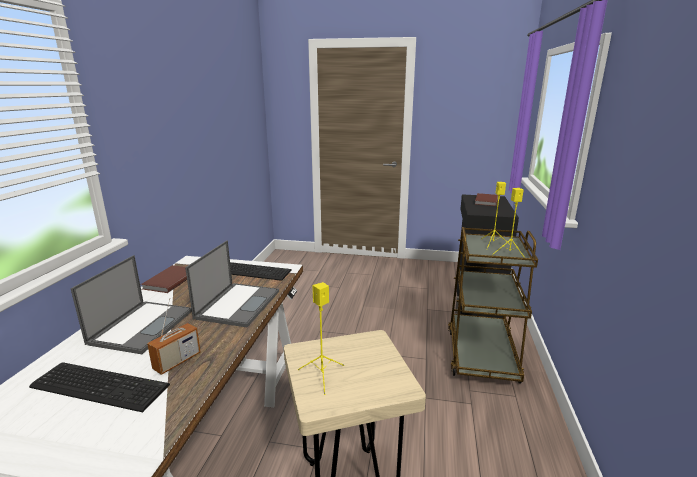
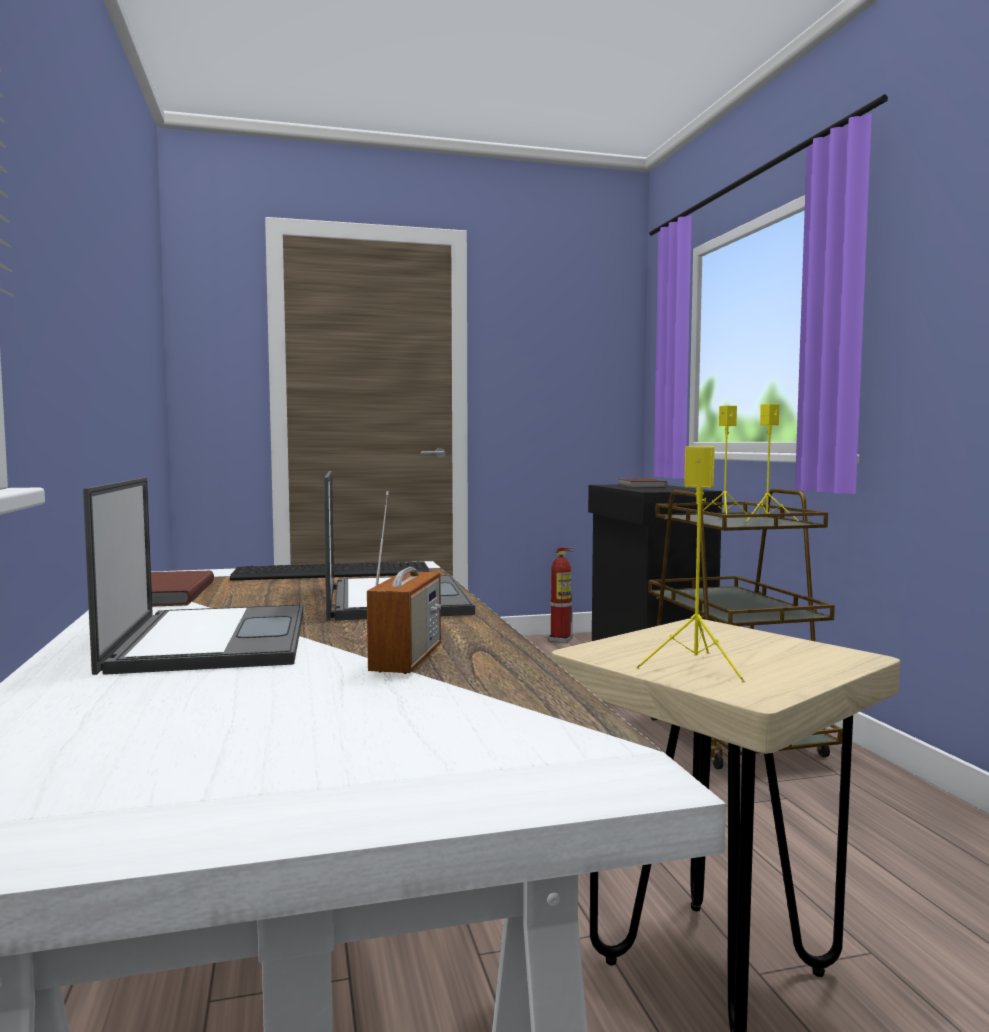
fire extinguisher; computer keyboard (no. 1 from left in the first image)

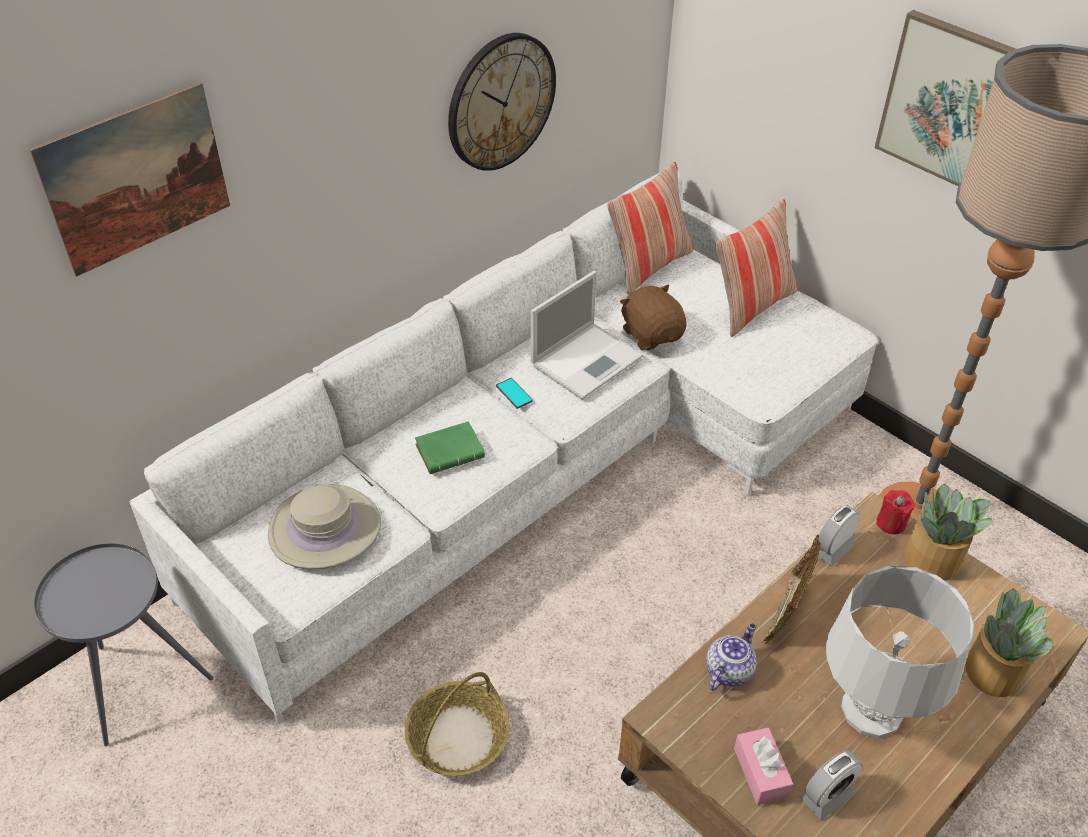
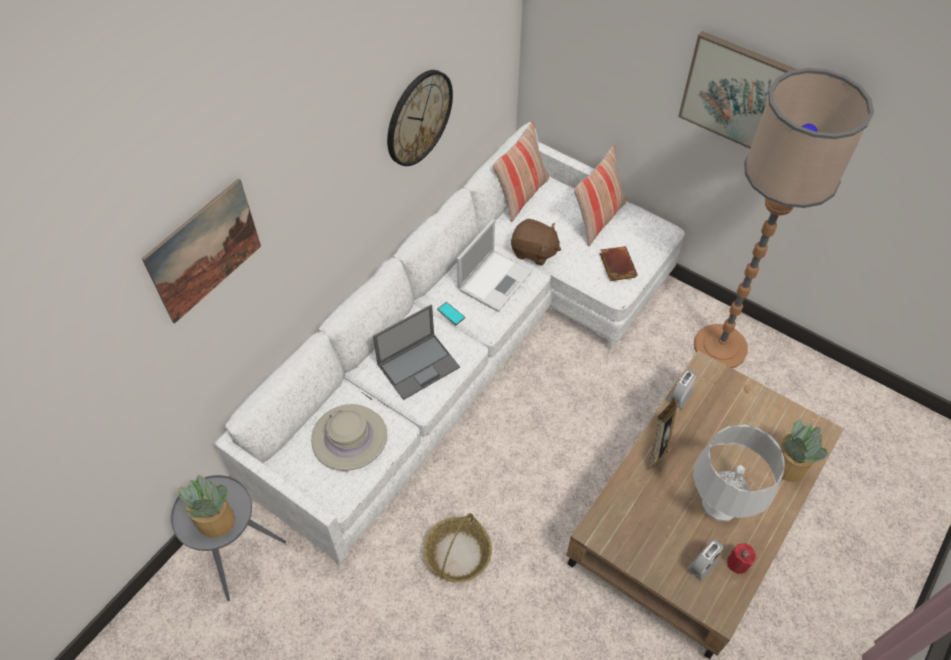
plant in a pot (no. 1 from left); portable computer (no. 1 from left); brown plush toy; brown bound book; red candle; pot for tea; pinkish tissue box

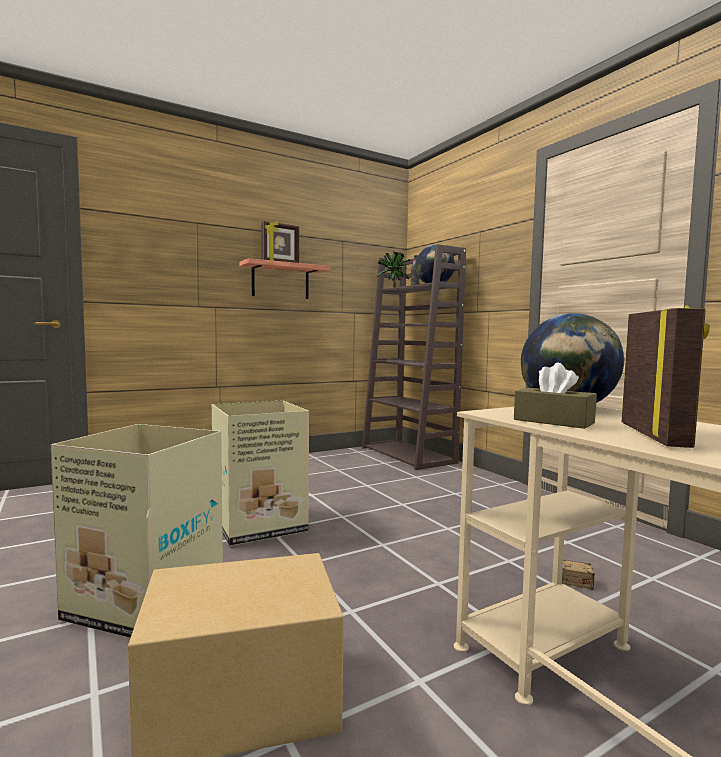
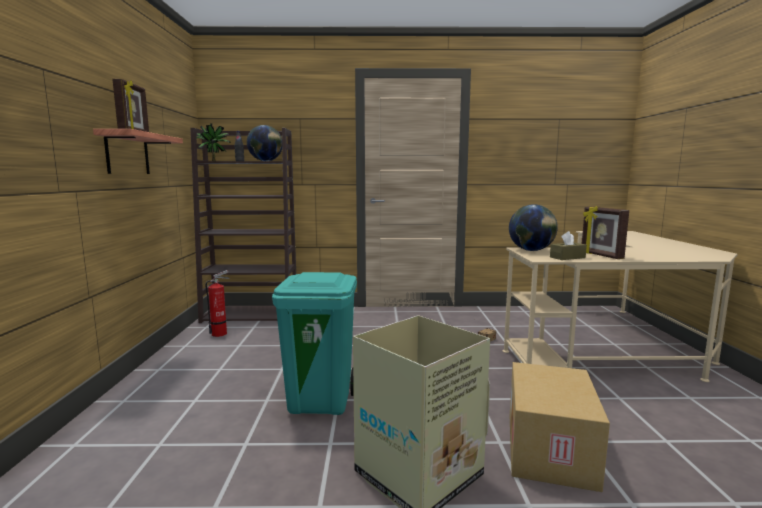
fire extinguisher; turquoise-coloured trash can; picture frame (no. 2 from left)

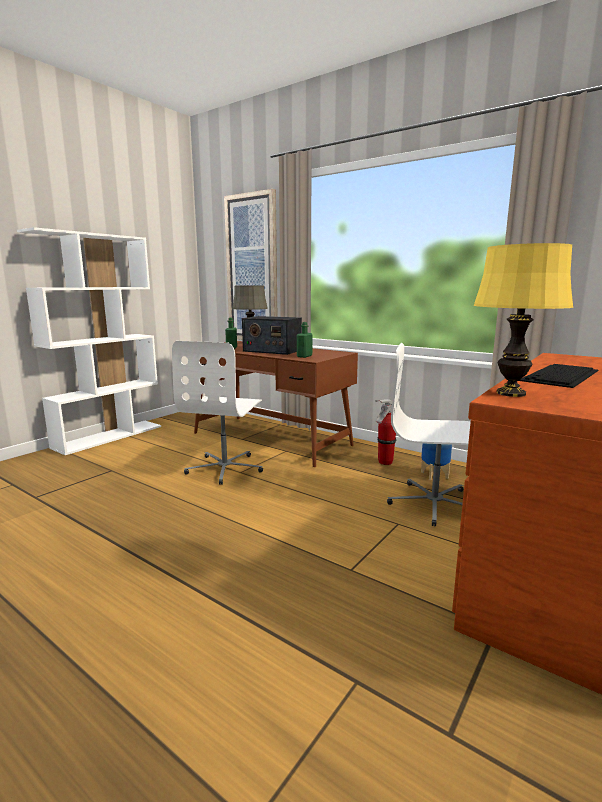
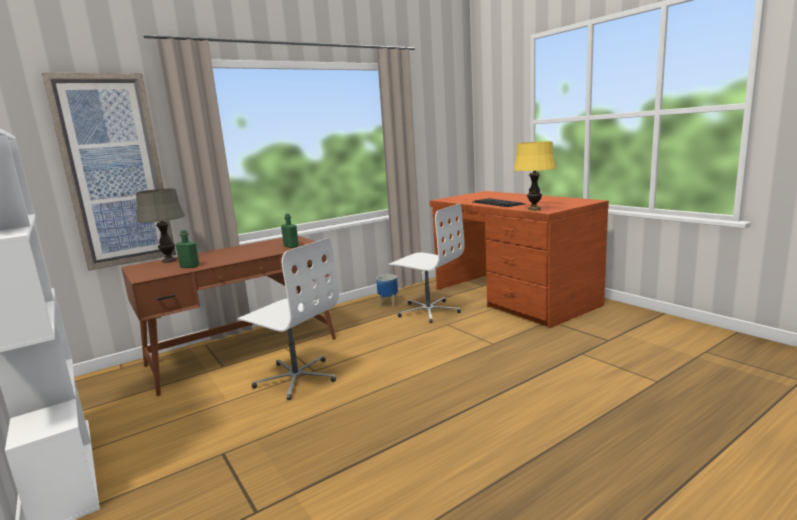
white-coloured office chair (no. 2 from left); radio receiver; fire extinguisher

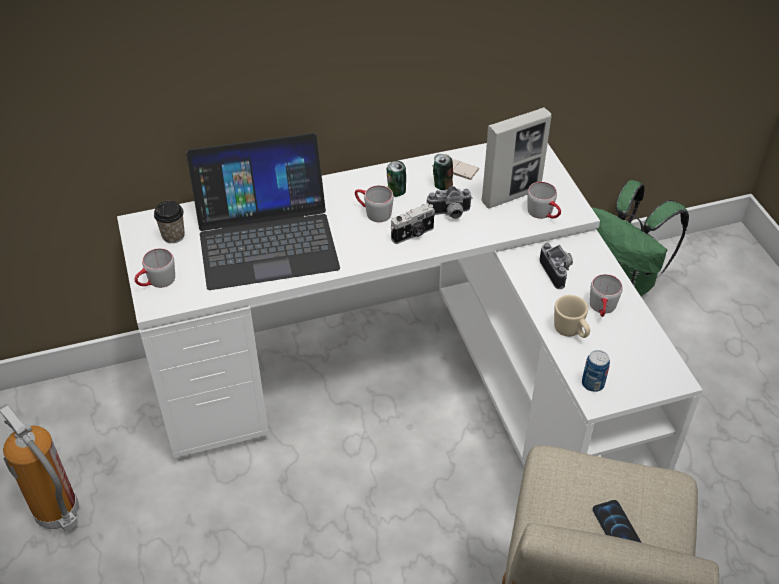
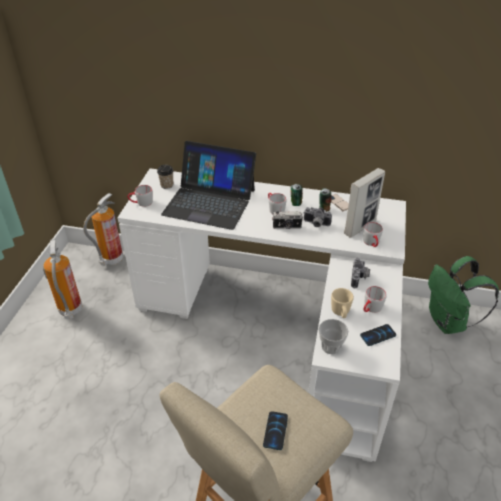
fire extinguisher (no. 2 from left); cup (no. 2 from left); picture frame; phone (no. 3 from left)

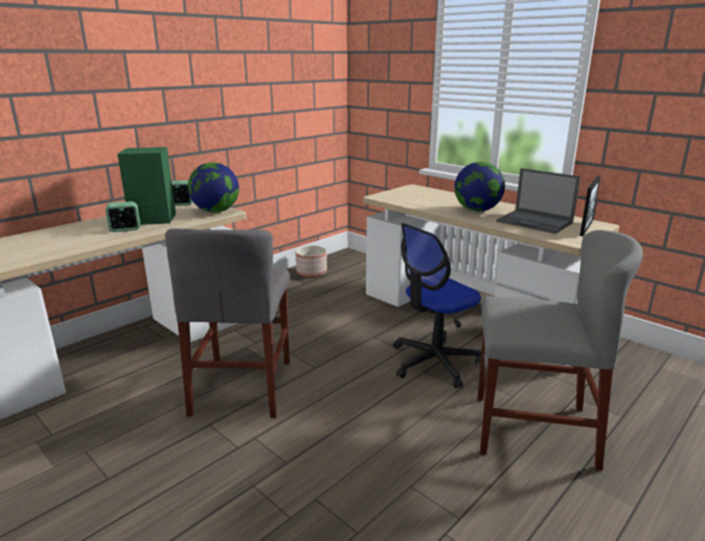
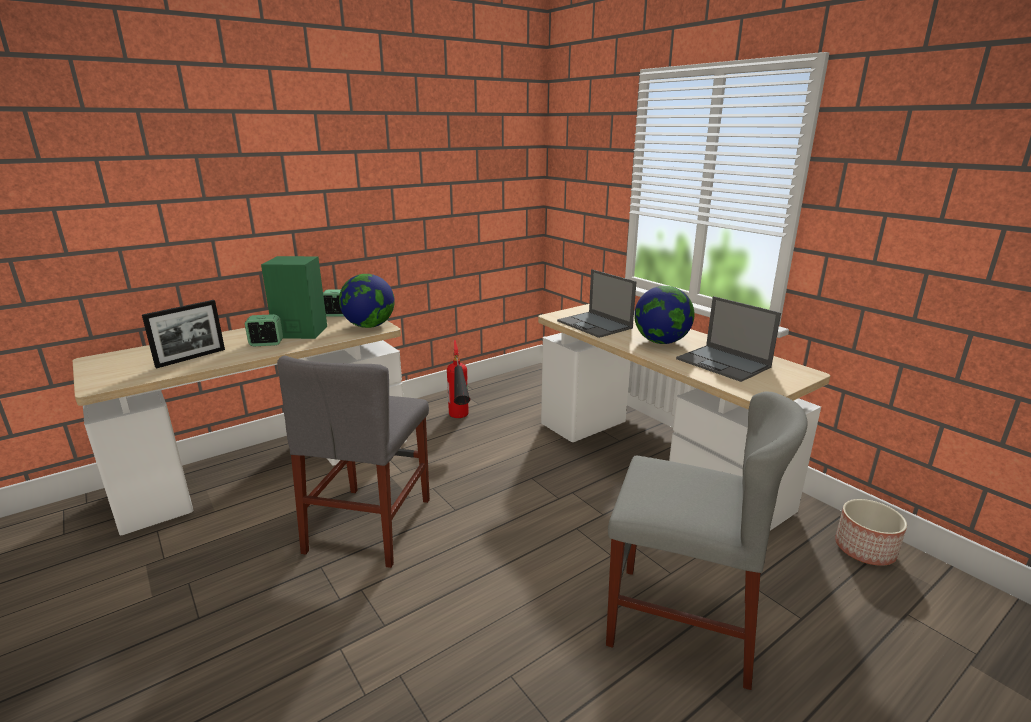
picture frame; fire extinguisher; portable computer (no. 1 from left); planter; office chair

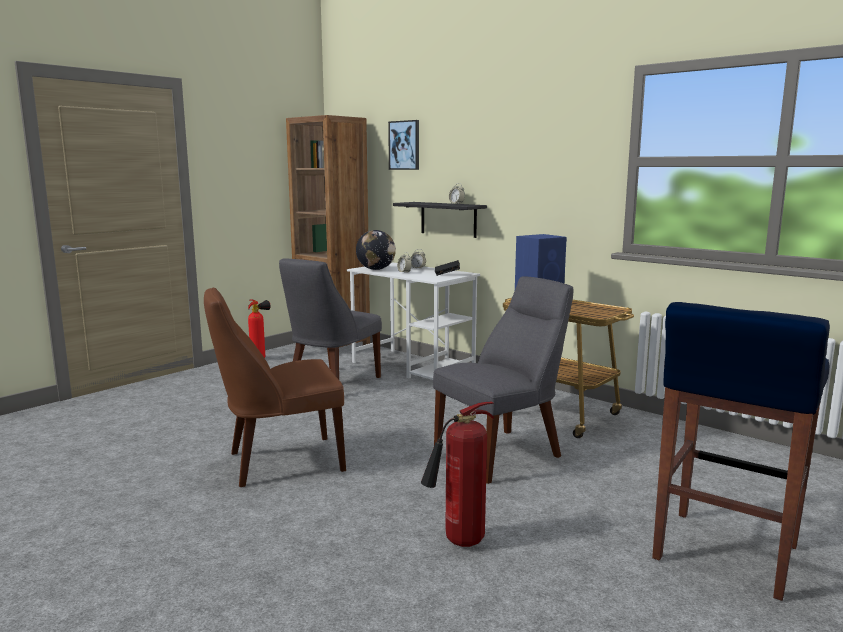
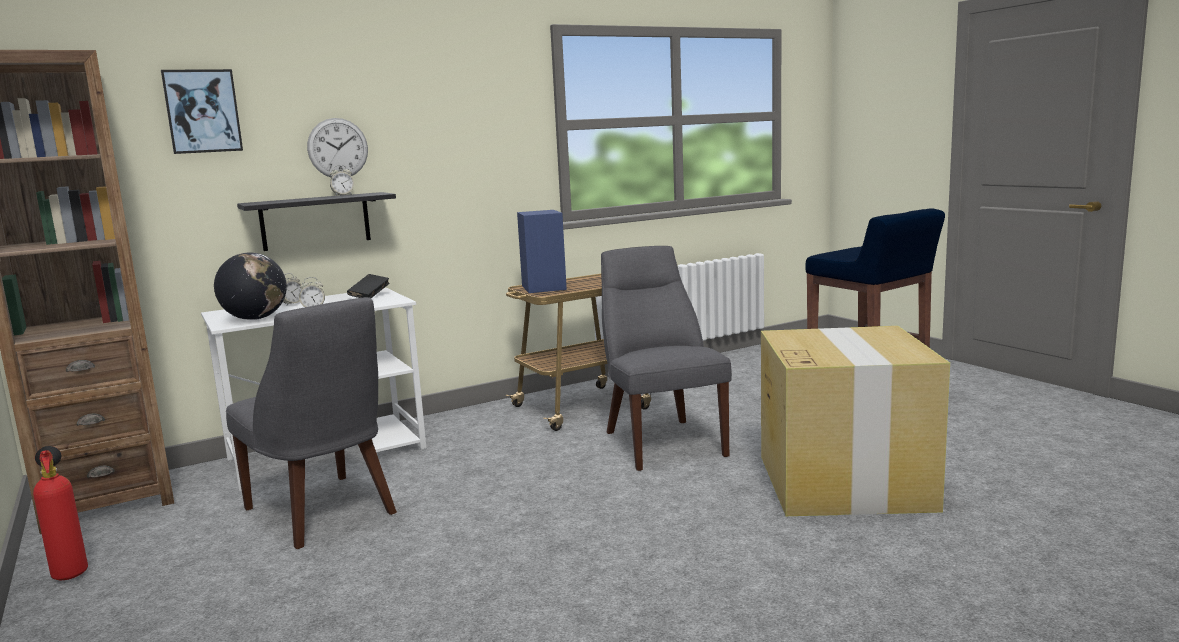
clock on the wall; carton; brown upright chair

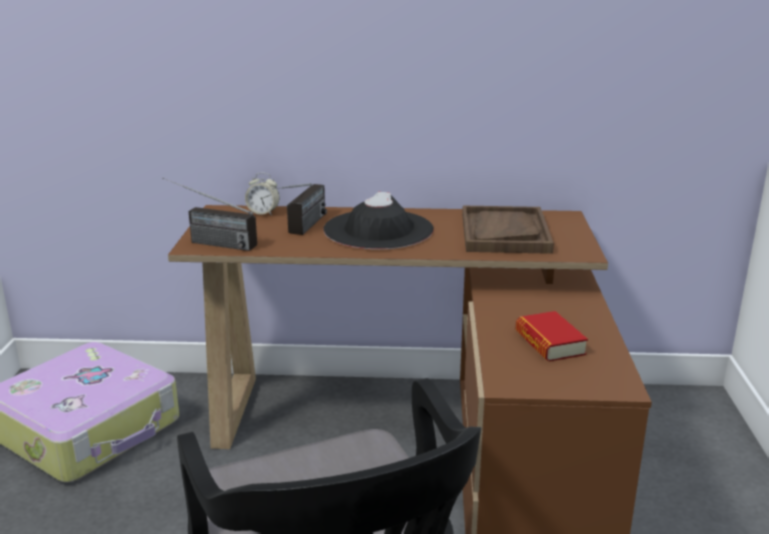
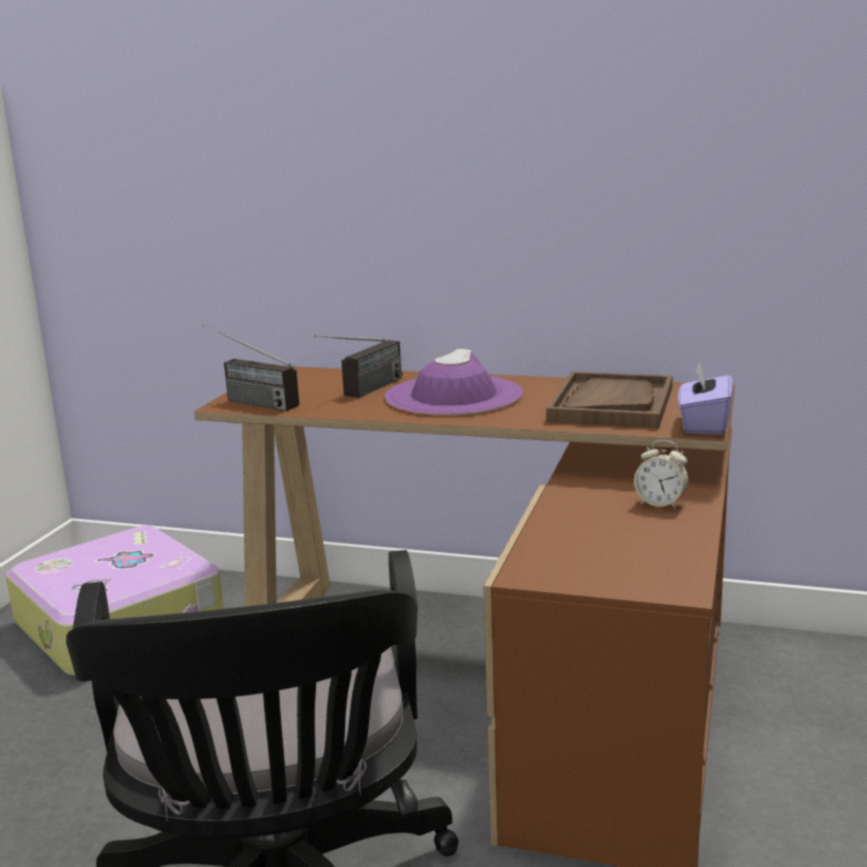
purple hat; table clock; purple tissue box; bound book

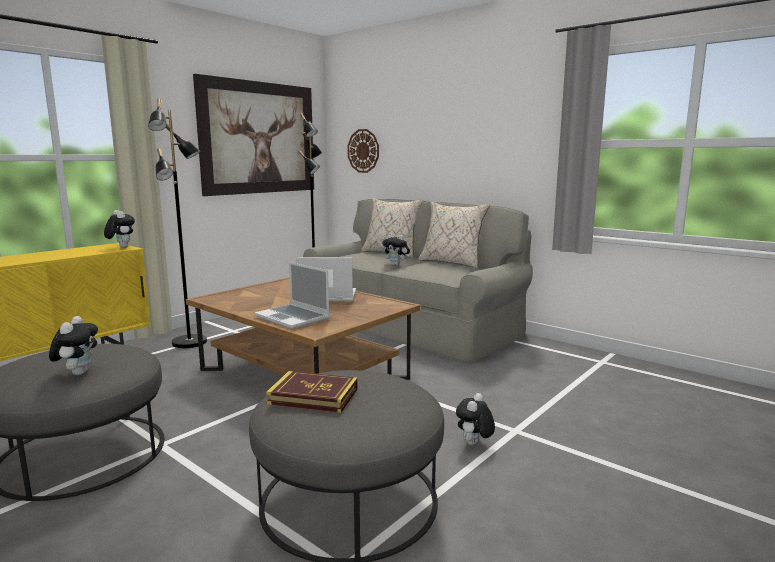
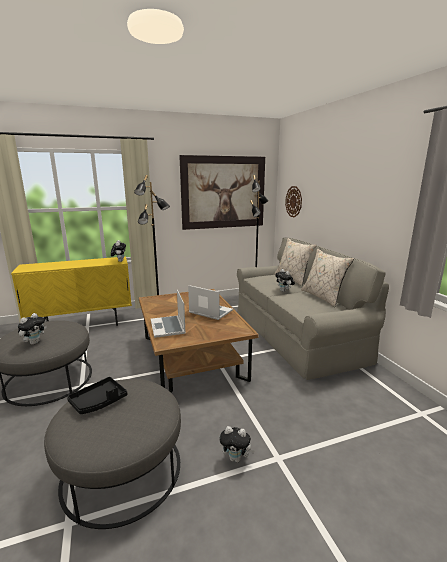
black tray; plush toy (no. 3 from left)

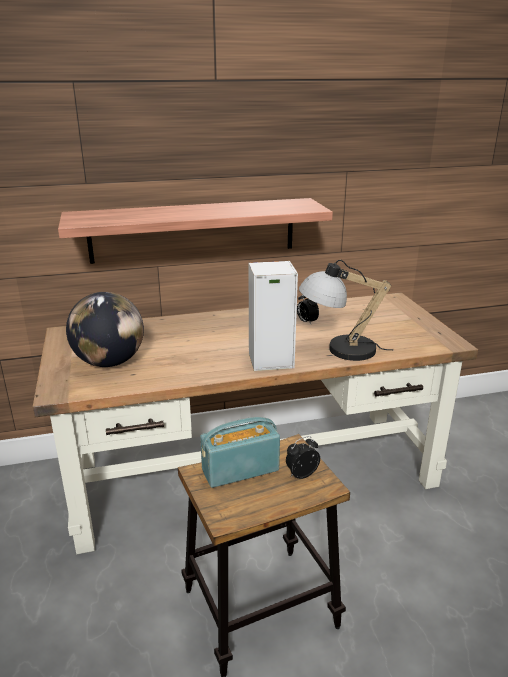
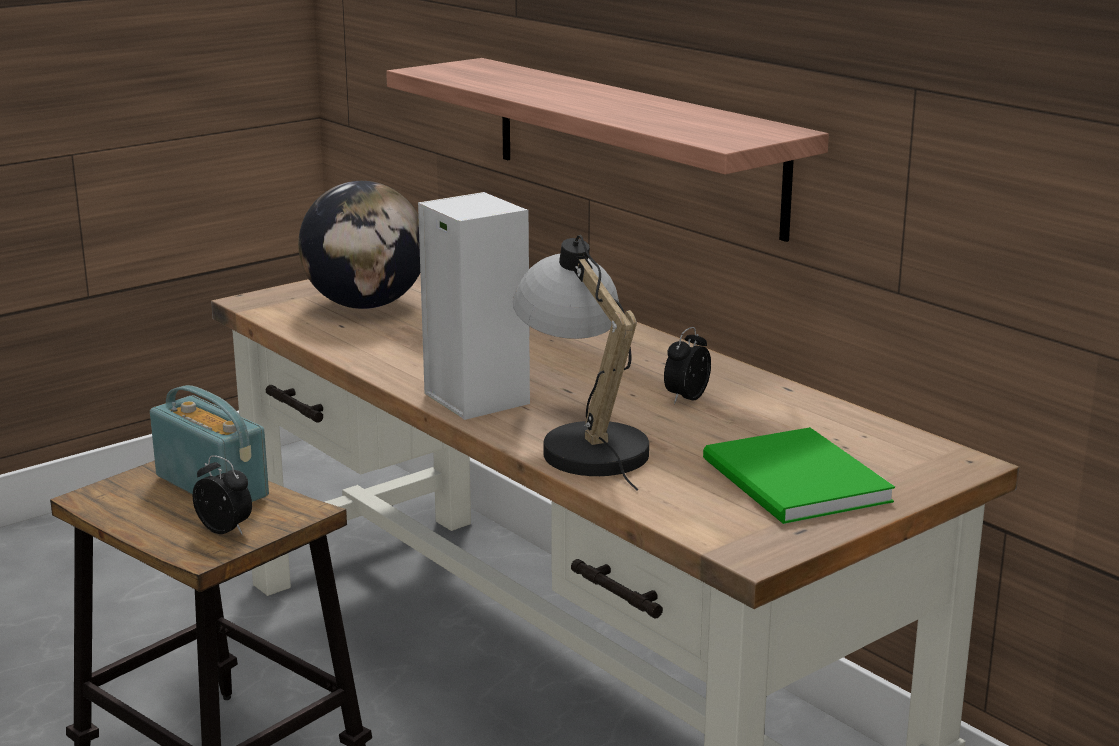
green-coloured bound book

